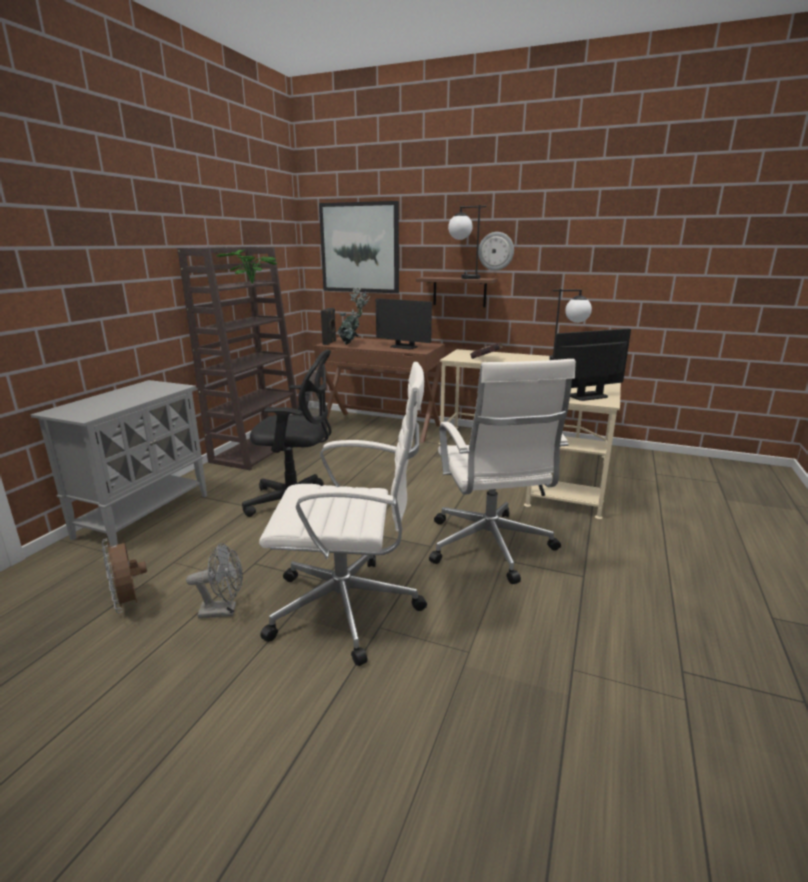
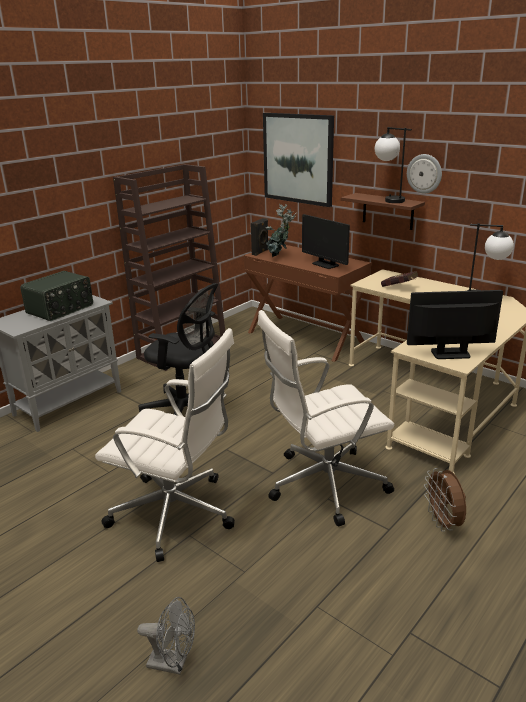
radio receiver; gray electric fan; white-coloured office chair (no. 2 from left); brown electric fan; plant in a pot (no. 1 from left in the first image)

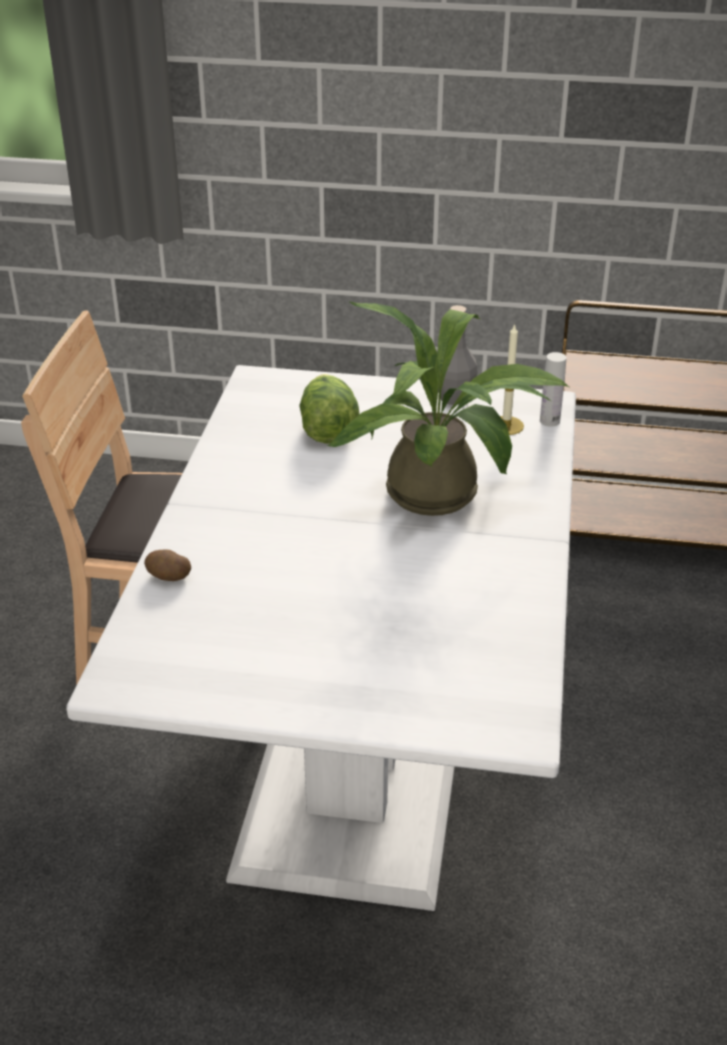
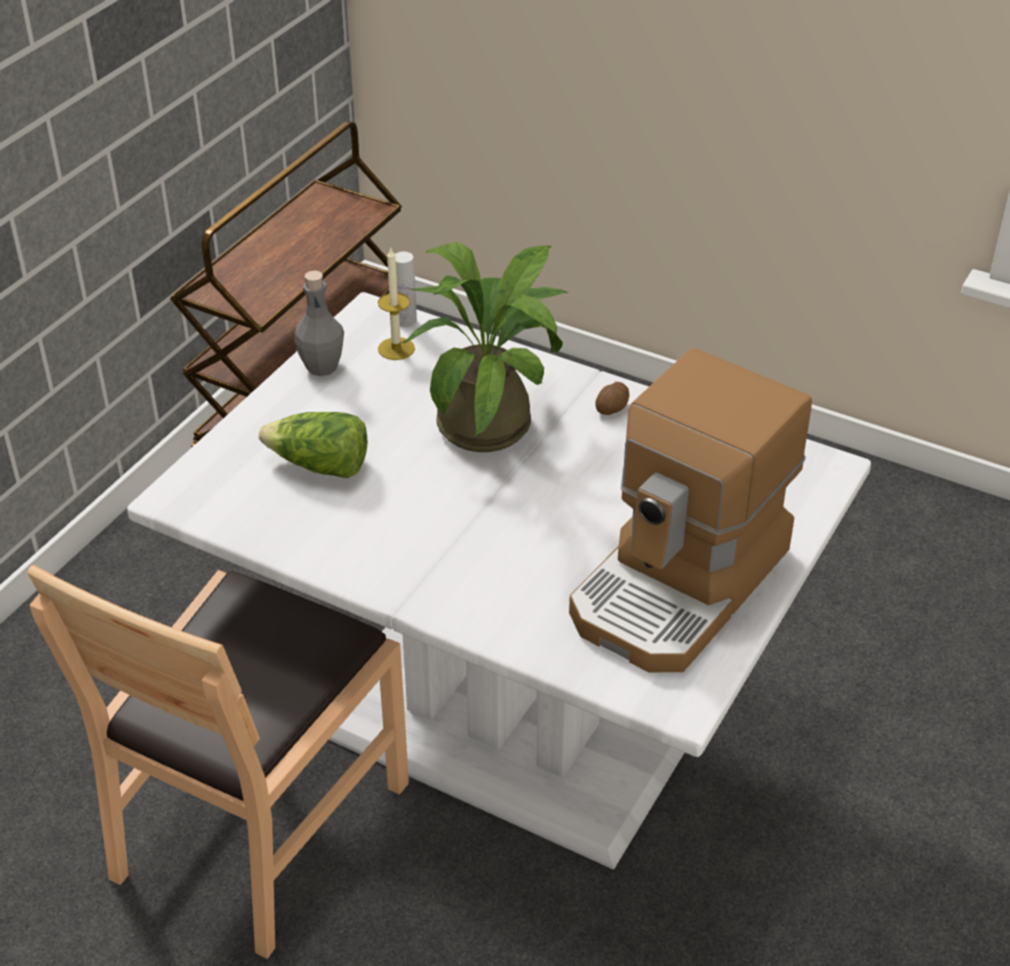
coffee brewer; potato

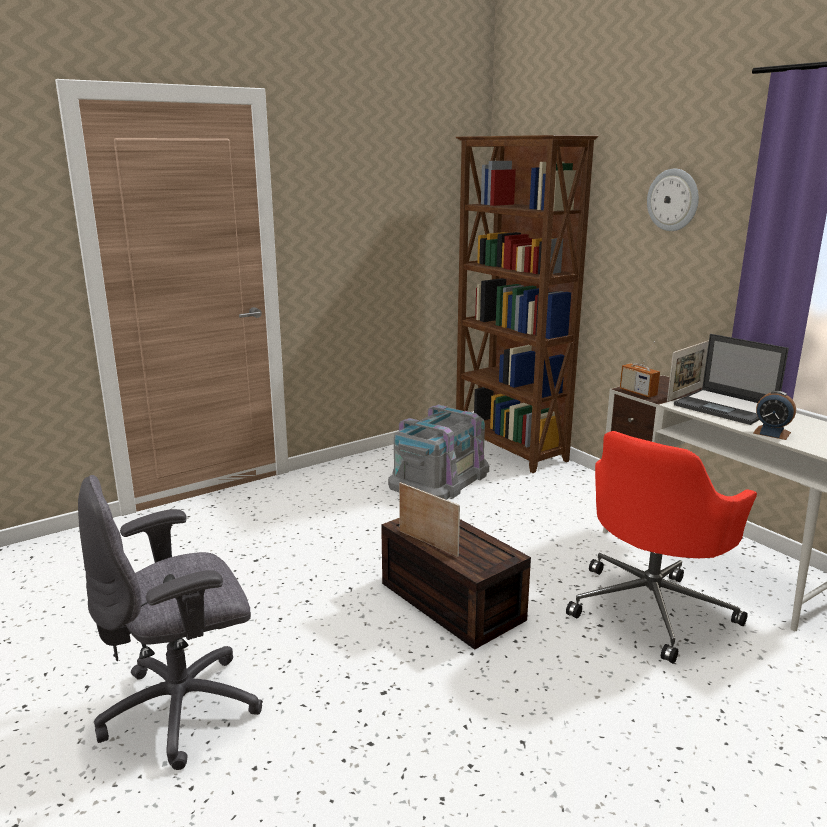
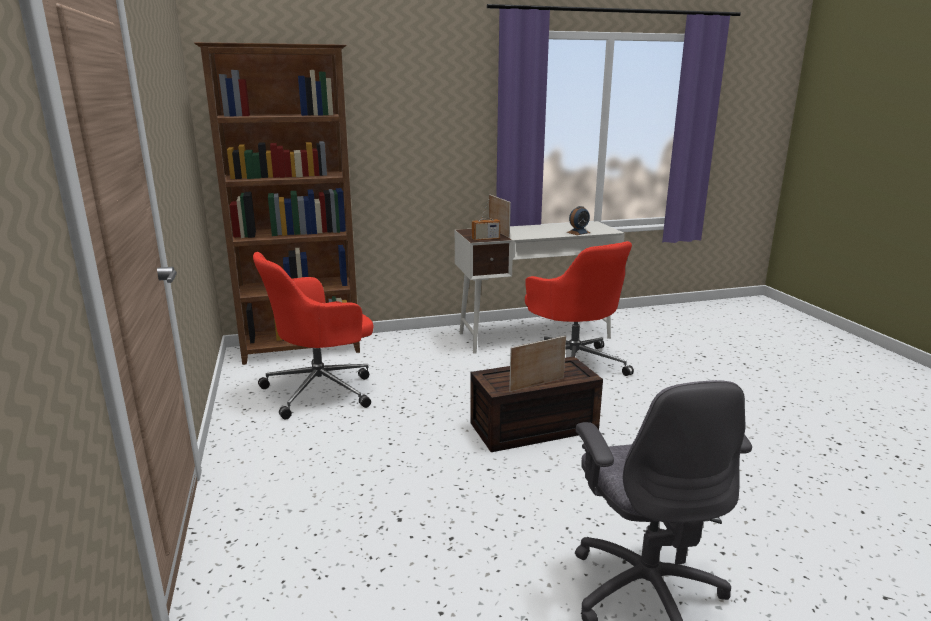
red office chair (no. 1 from left); clock on the wall; portable computer

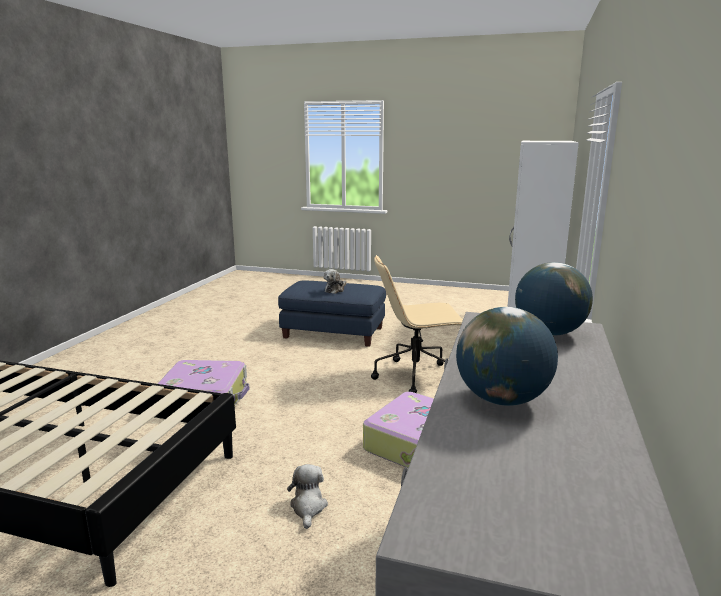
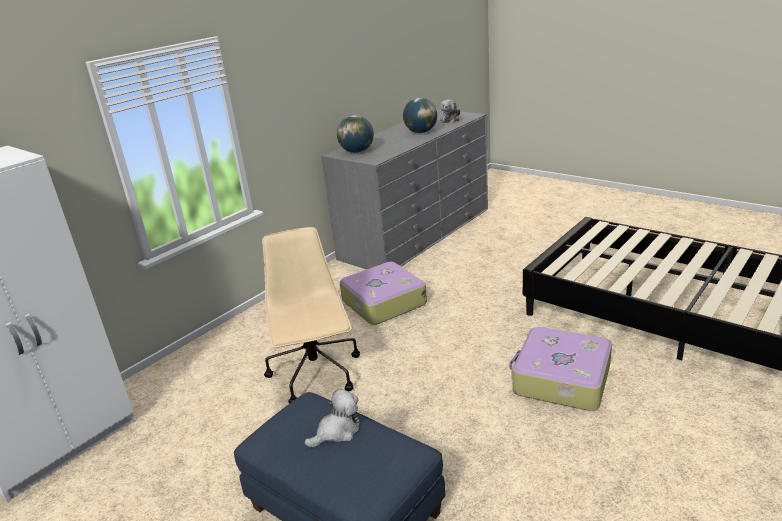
sand-coloured office chair; plush toy (no. 2 from left)

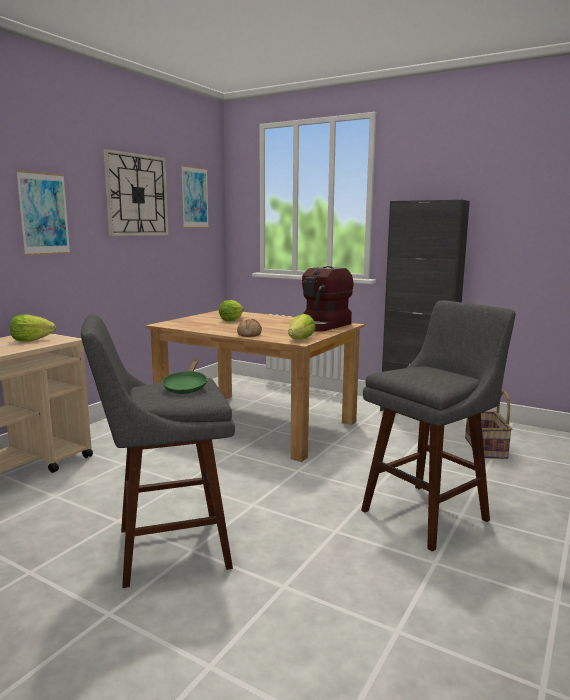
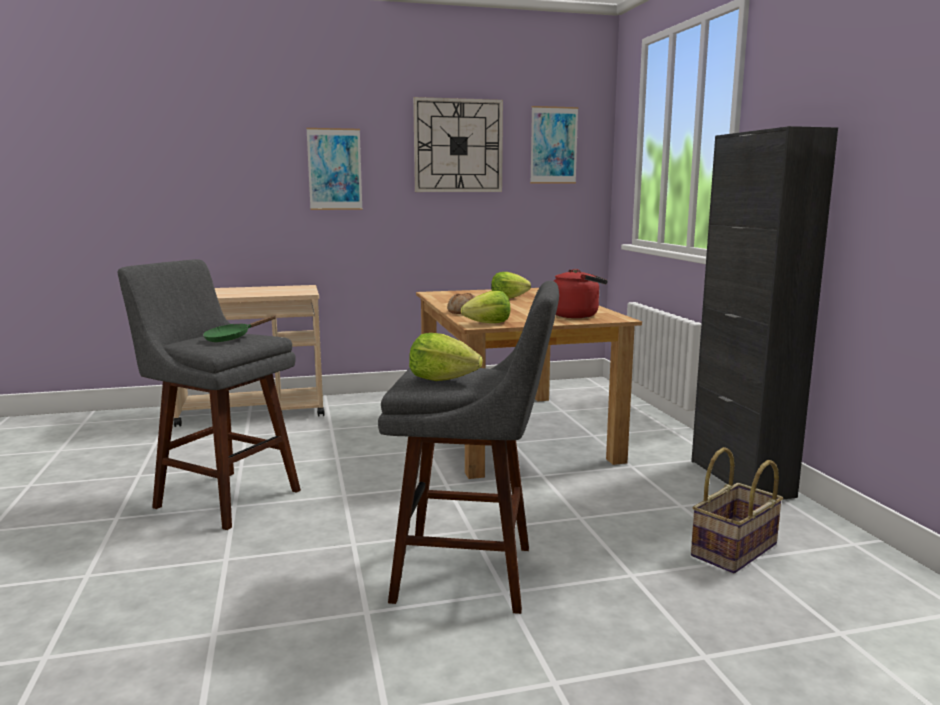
lettuce head (no. 1 from left); red tea kettle

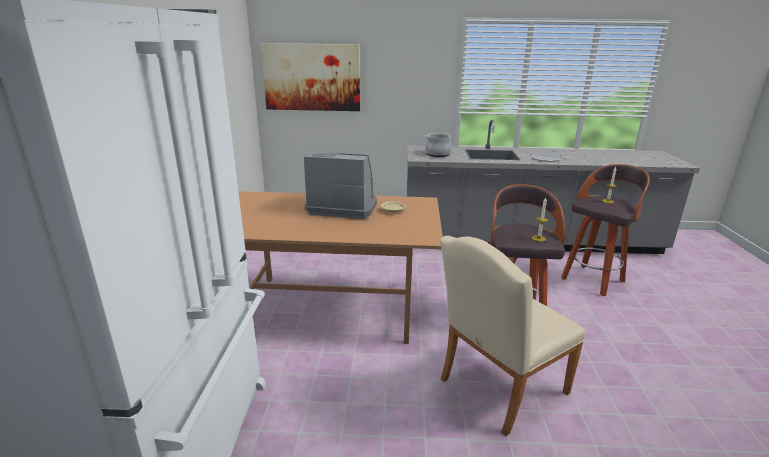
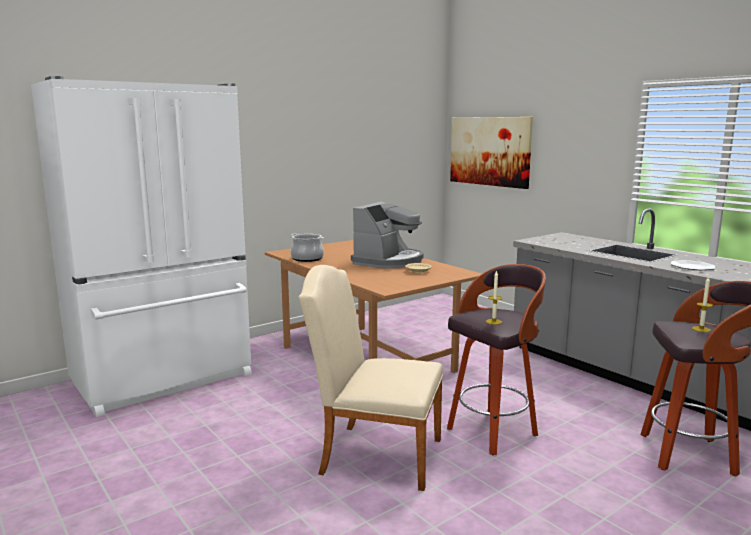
cooking pot; coffee brewer

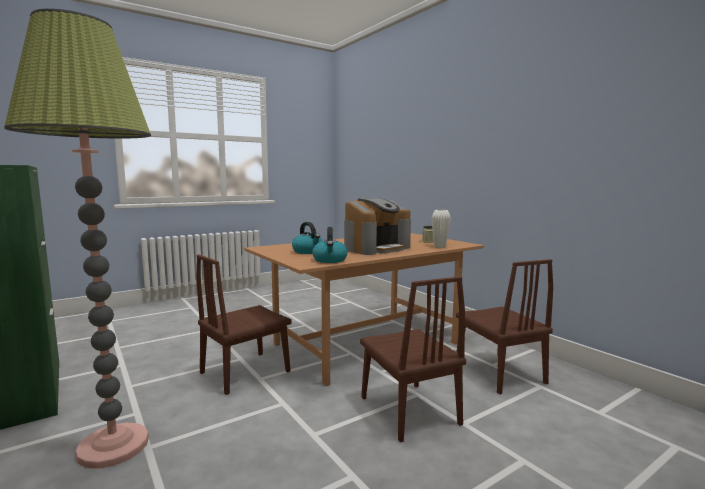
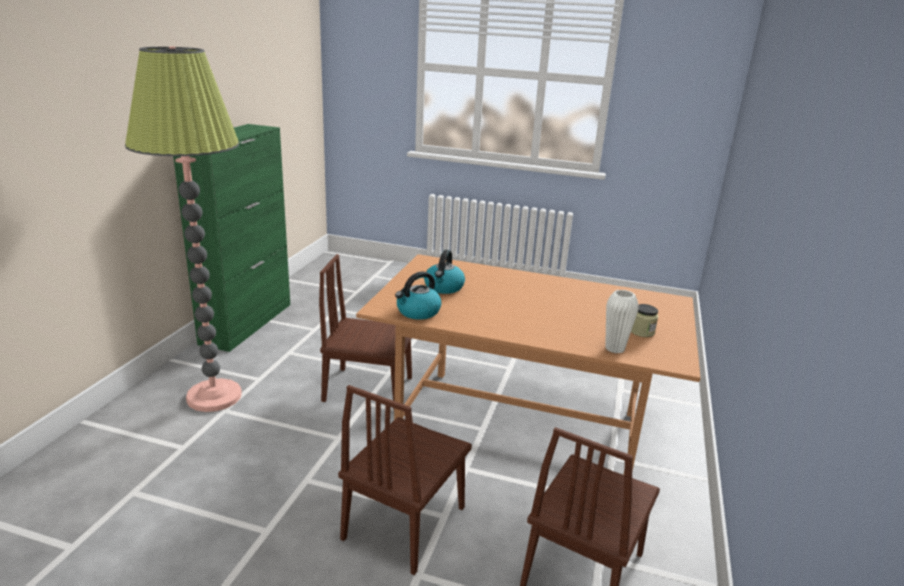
coffee brewer

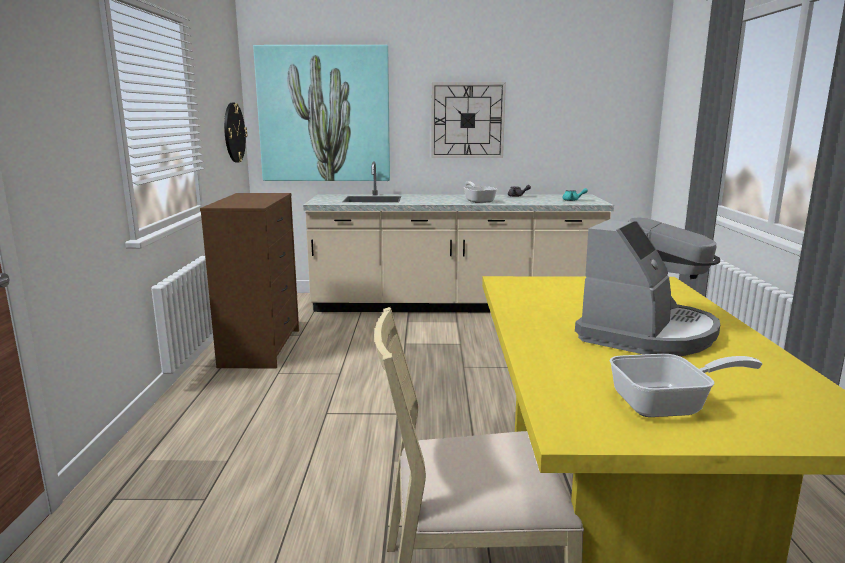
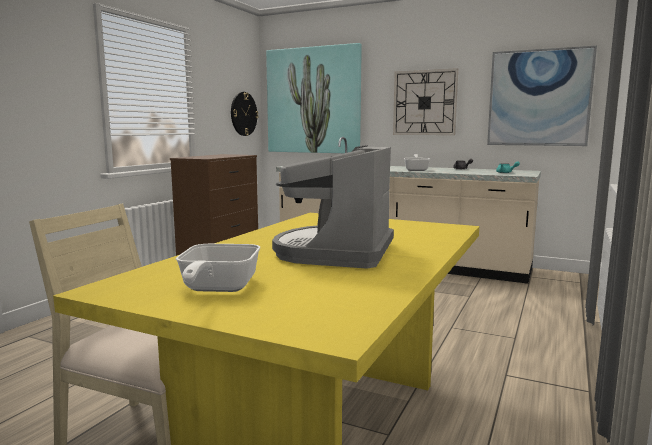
skillet (no. 1 from left); coffee brewer; wall art (no. 2 from left)

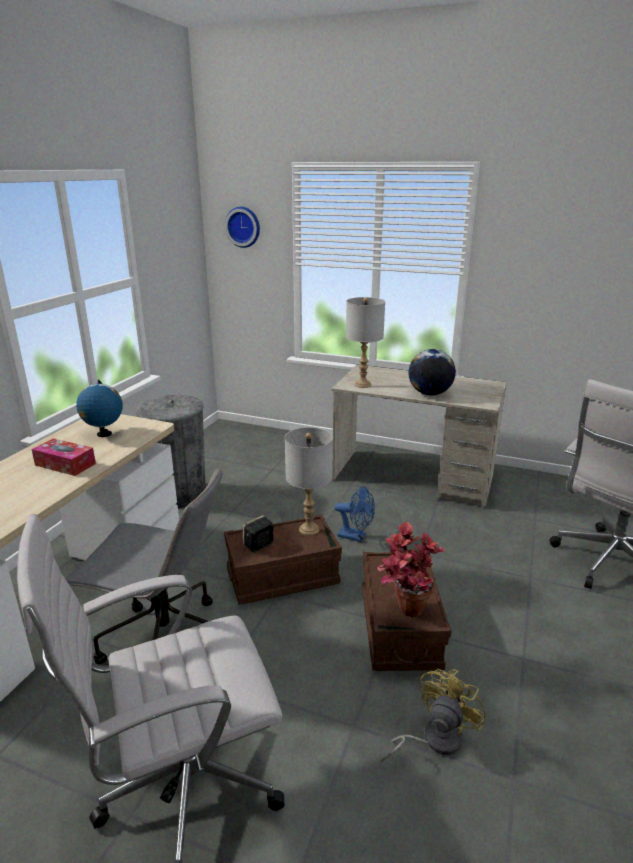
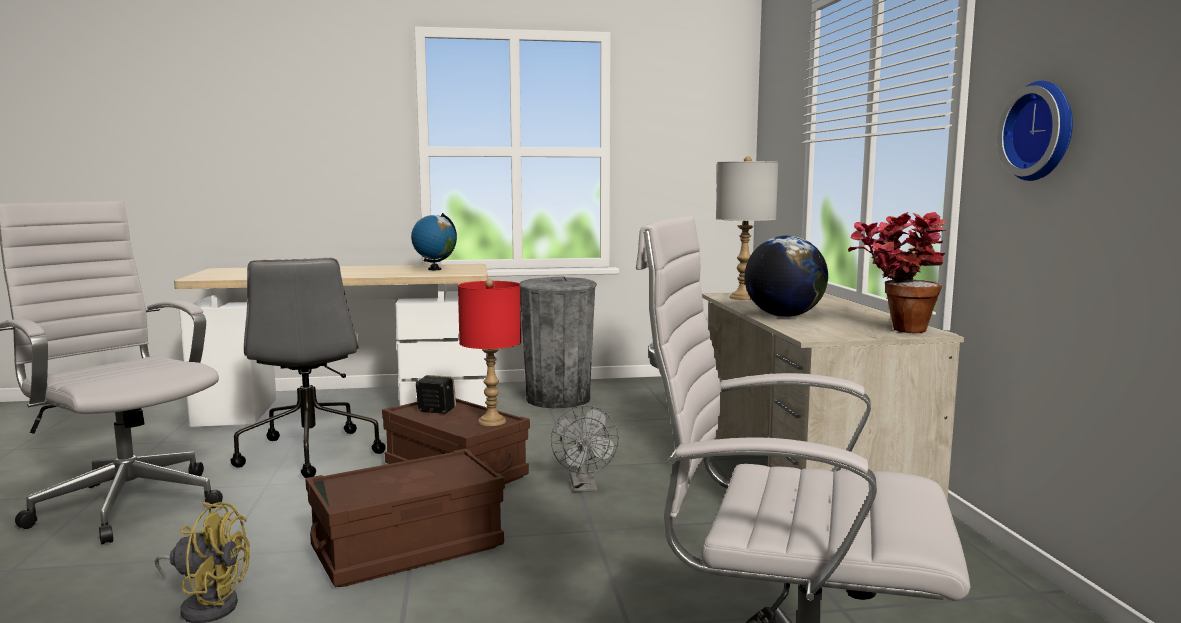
red table lamp; gray electric fan; plant in a pot; clock on the wall; tissue box

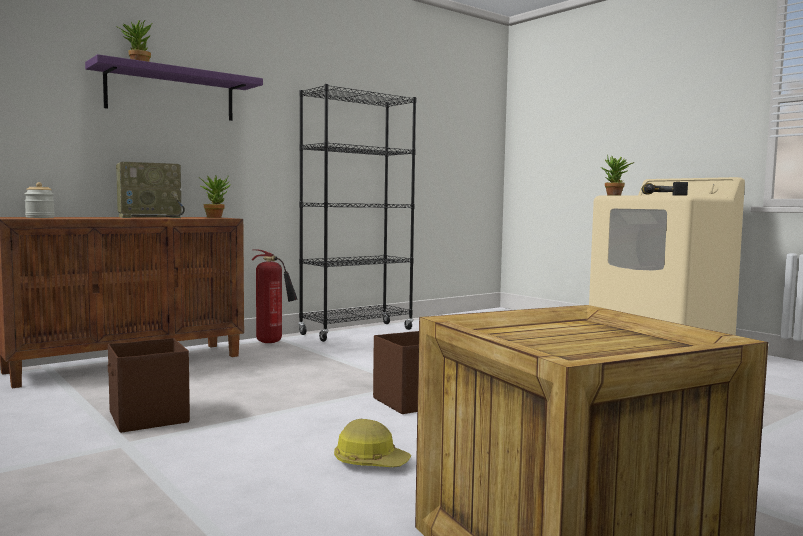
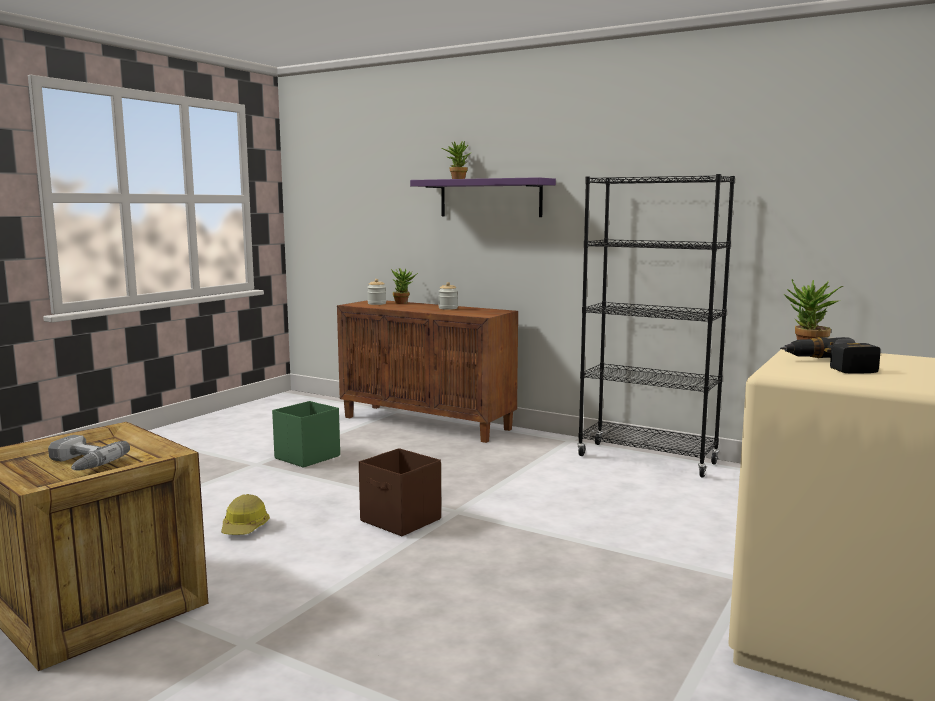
power drill (no. 1 from left); green-coloured storage box; plant in a pot (no. 1 from left); preserve jar (no. 2 from left); fire extinguisher

